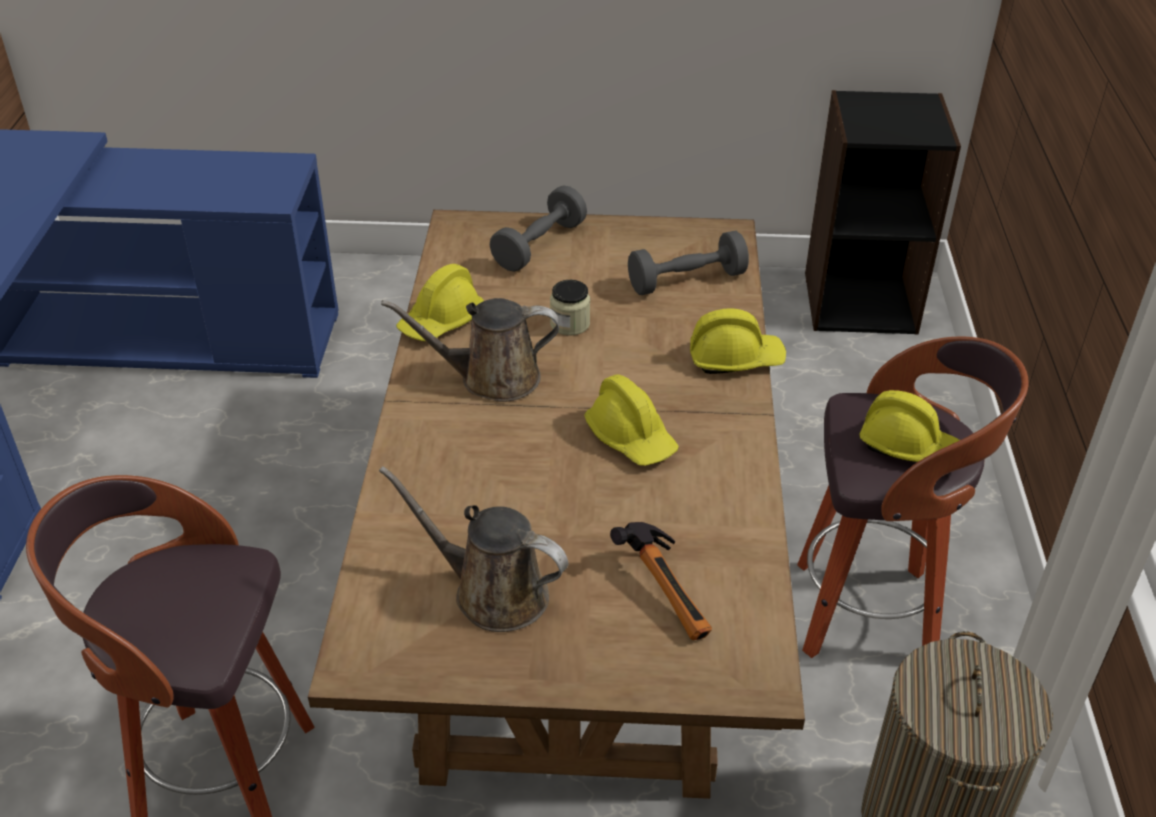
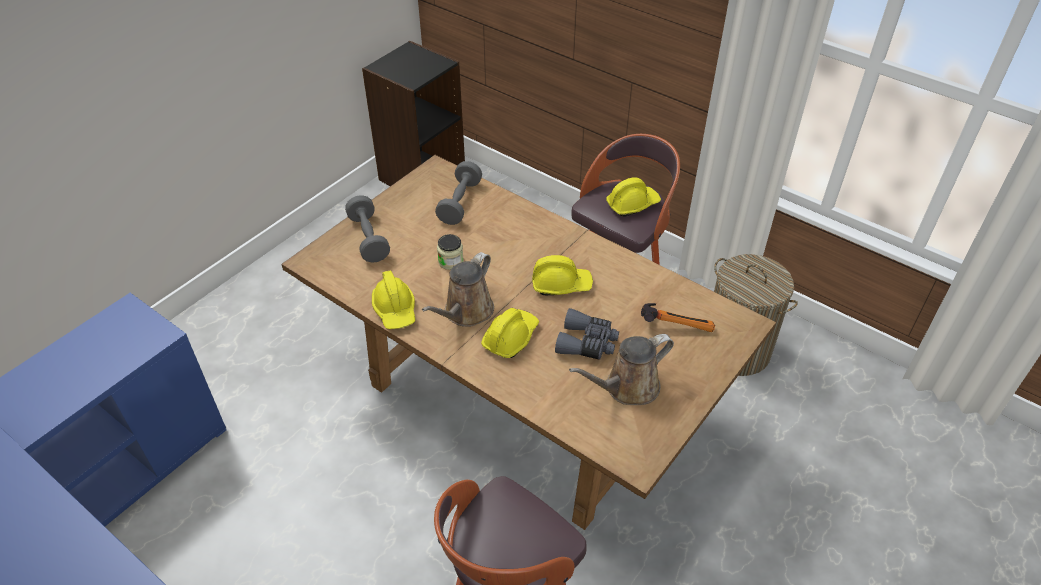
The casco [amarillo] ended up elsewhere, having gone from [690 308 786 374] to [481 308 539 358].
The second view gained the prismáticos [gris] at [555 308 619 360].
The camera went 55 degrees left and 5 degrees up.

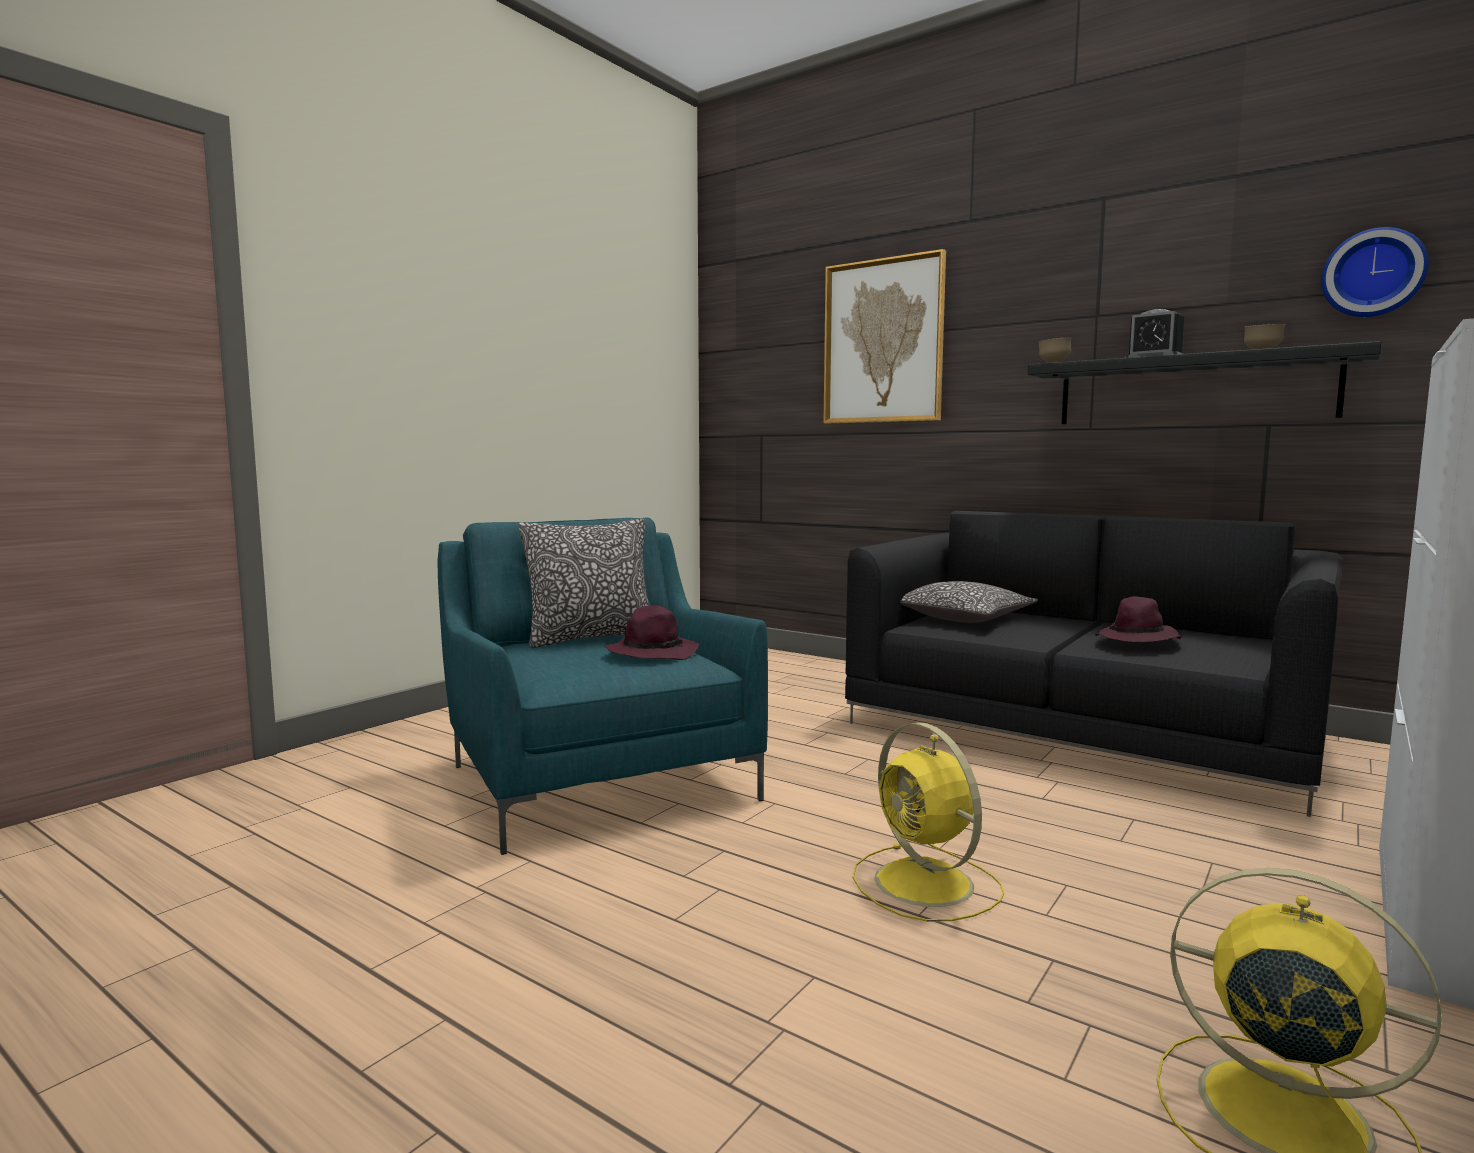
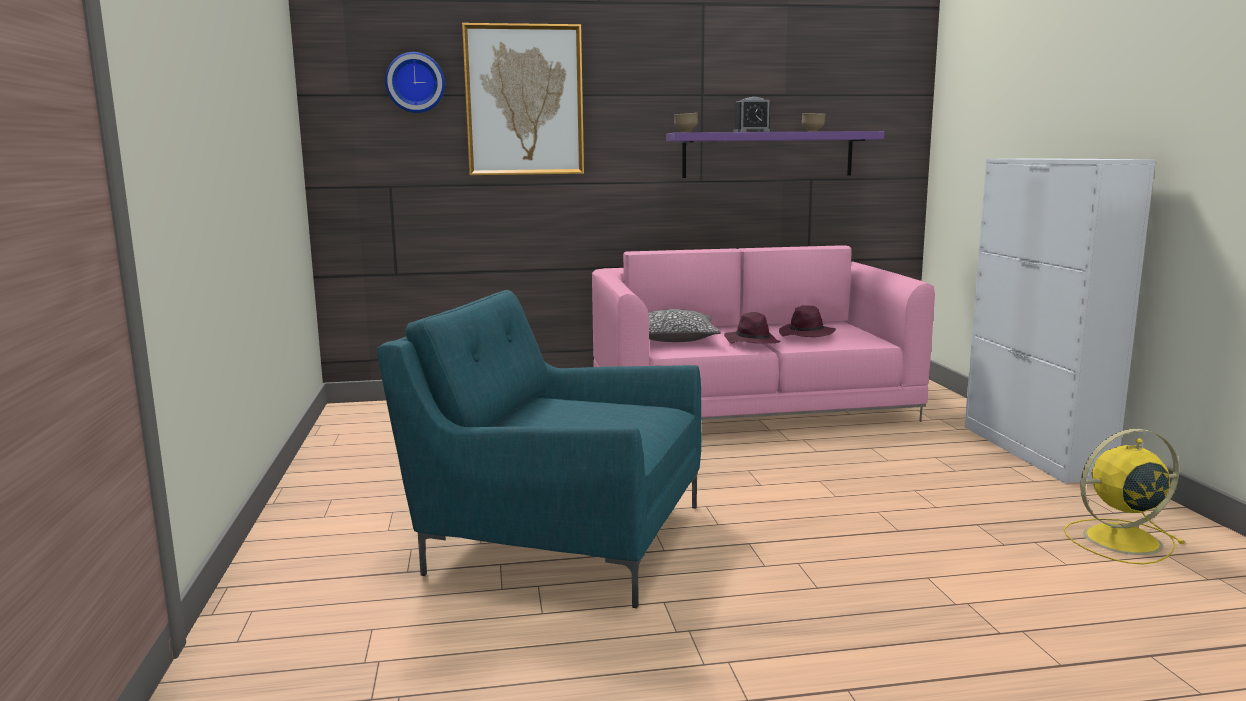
The reloj de pared ended up elsewhere, having gone from [1321 227 1429 317] to [385 52 445 113].
What was the estante [negro] at [1028 341 1381 424] turned into the estante [morado] at [666 131 884 178].
What was the sofá [negro] at [845 511 1343 817] turned into the sofá [rosa] at [592 245 935 422].
The second view lost the cojín at [519 518 651 648].
The sombrero [morado] ended up elsewhere, having gone from [604 605 699 660] to [724 312 781 343].
The second view lost the ventilador [amarillo] at [853 722 1004 922].
The camera went 45 degrees left and 5 degrees up.

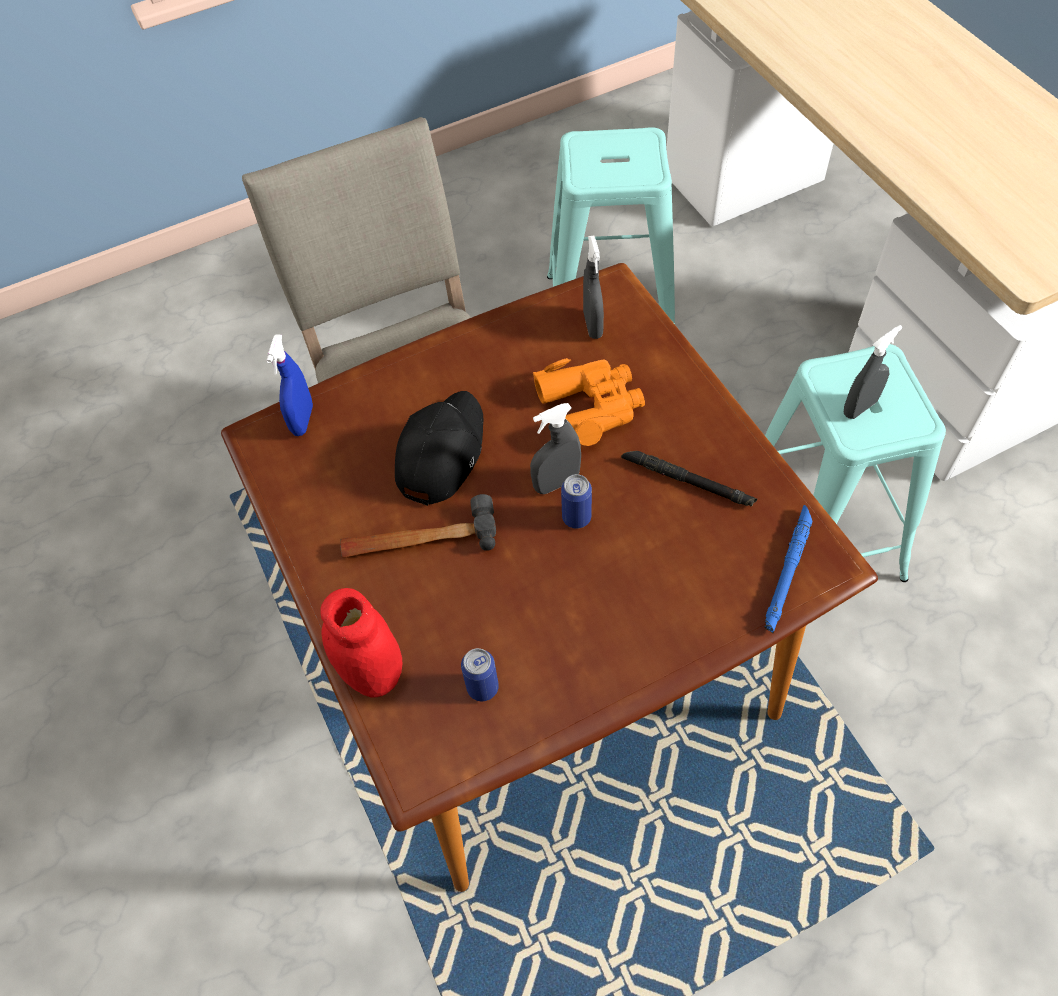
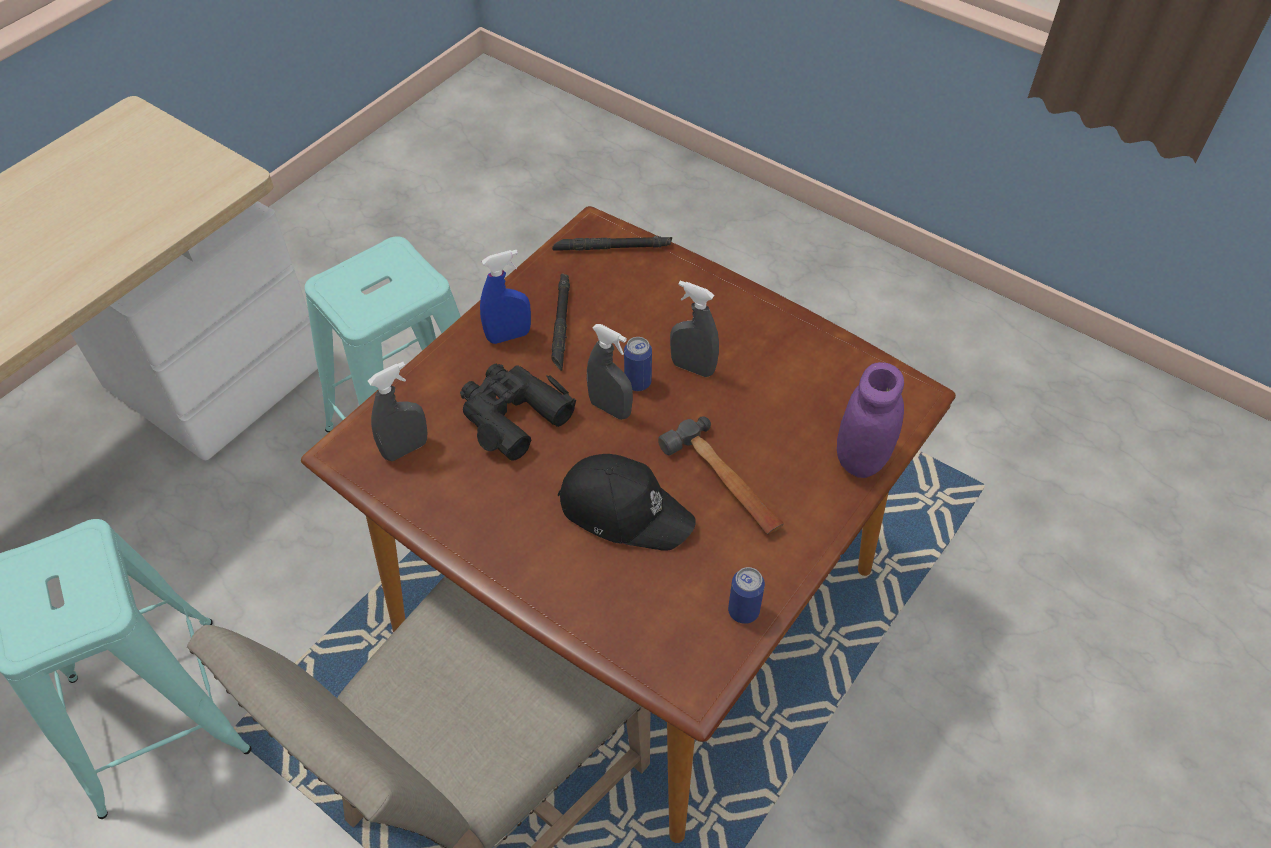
The pulverizador [gris] ended up elsewhere, having gone from [844 325 902 419] to [670 280 719 377].
The pulverizador [azul] ended up elsewhere, having gone from [266 334 313 436] to [480 250 531 344].
What was the prismáticos [naranja] at [533 358 645 446] turned into the prismáticos [negro] at [460 364 576 461].
The gorra [negro] at [395 391 483 506] ended up facing another way, 150 degrees counterclockwise from before.
What was the linterna [azul] at [764 505 812 633] turned into the linterna [negro] at [552 236 672 251].
What was the tarro [rojo] at [320 588 402 698] turned into the tarro [morado] at [837 362 904 478].
The lata ended up elsewhere, having gone from [461 648 499 701] to [728 567 765 624].
The camera went 120 degrees left and 5 degrees down.

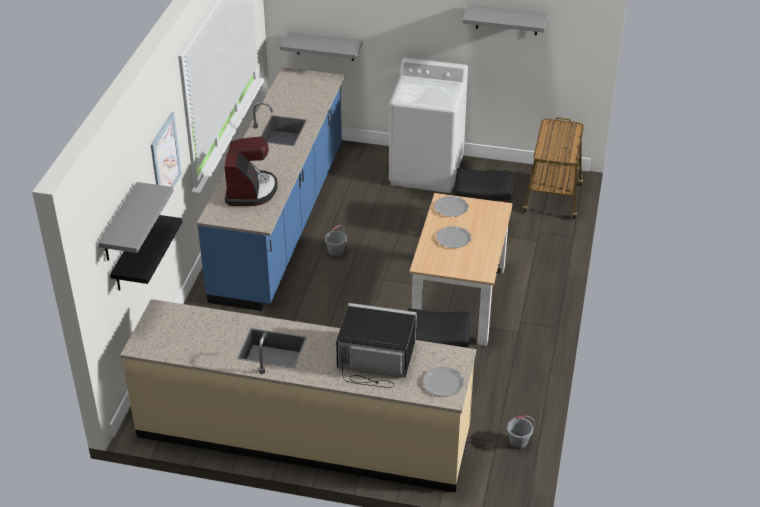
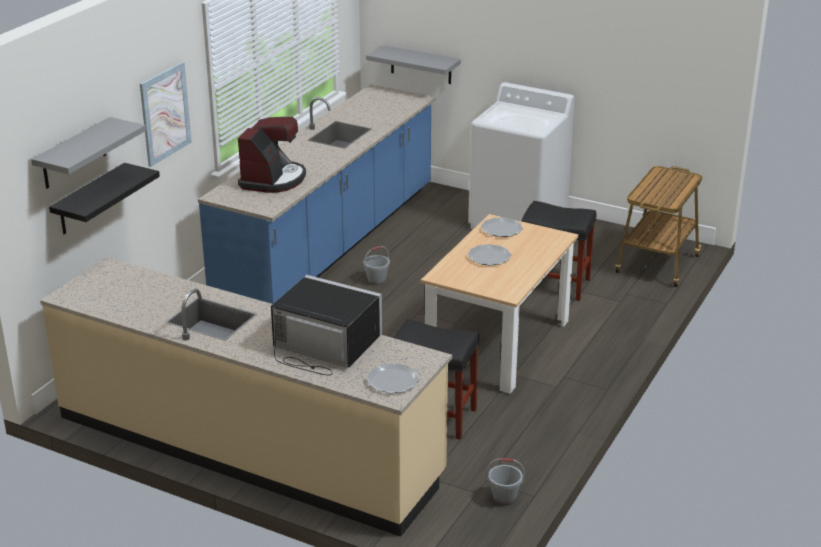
The second view lost the estante [gris] at [462 5 549 35].
The camera went 15 degrees right and 10 degrees down.

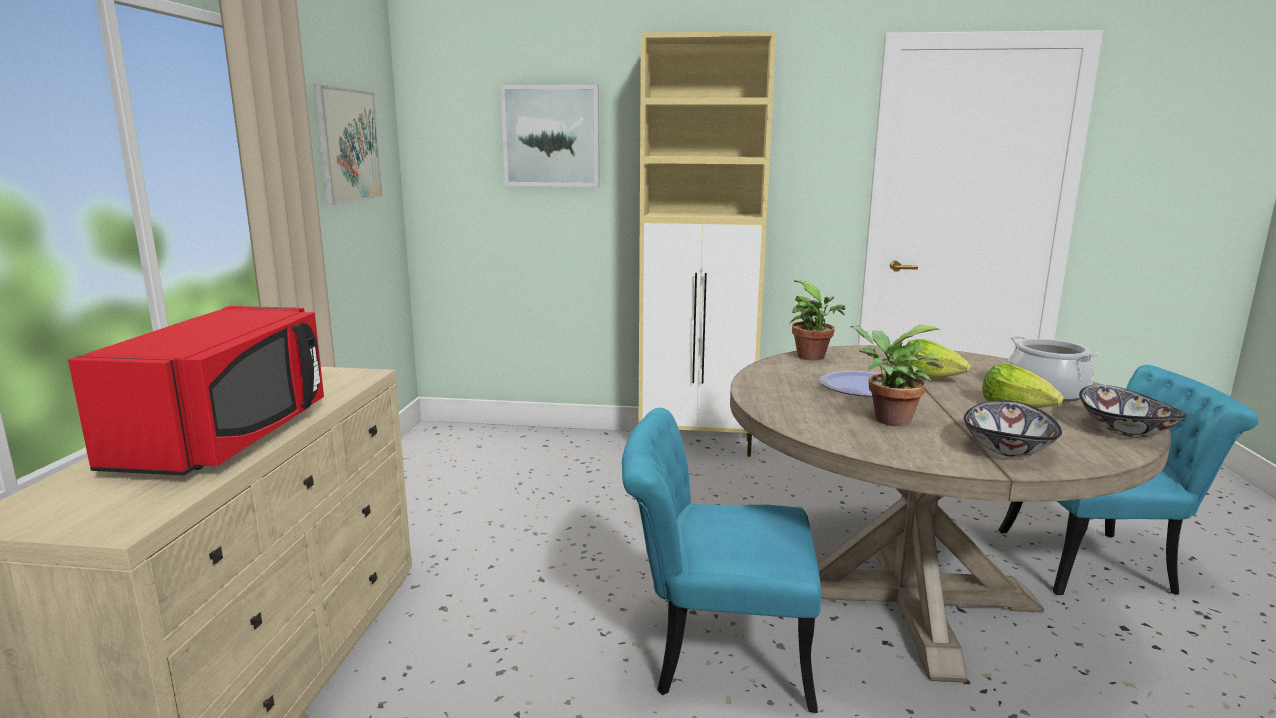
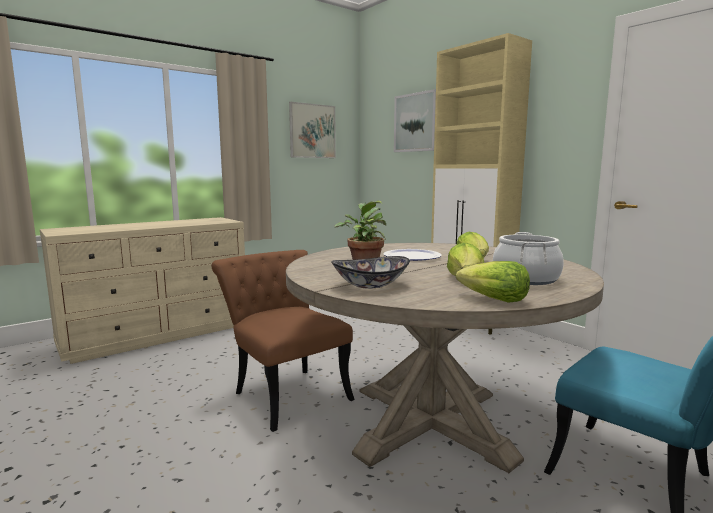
The second view lost the planta en maceta at [789 280 846 360].
The second view lost the microondas [rojo] at [68 306 324 475].
Where the cuenco stood at [1079 385 1187 438], the lechuga came to stand at [456 261 530 303].
What was the silla [turquesa] at [622 408 821 713] turned into the silla [marrón] at [211 250 355 432].
The camera went 45 degrees right and 5 degrees down.

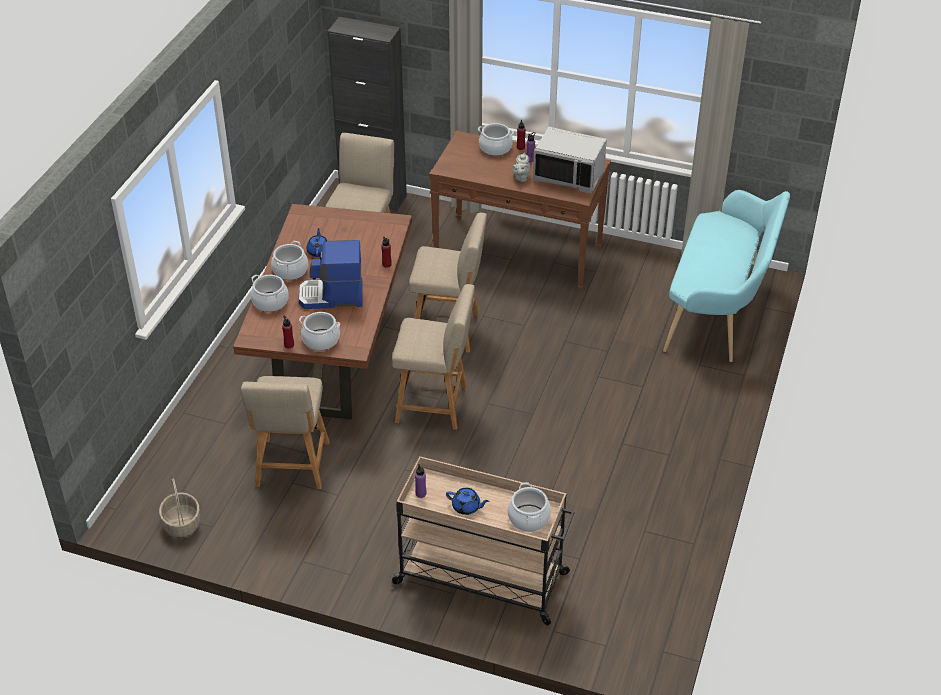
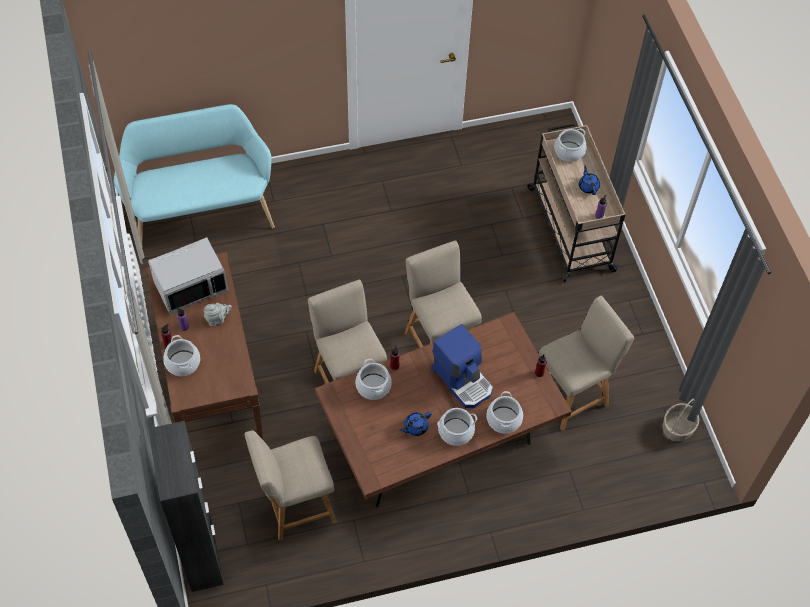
The microondas [gris] at [533 126 607 193] ended up facing another way, 75 degrees clockwise from before.
The olla ended up elsewhere, having gone from [299 312 340 350] to [356 359 392 400].
The camera went 125 degrees left and 15 degrees up.

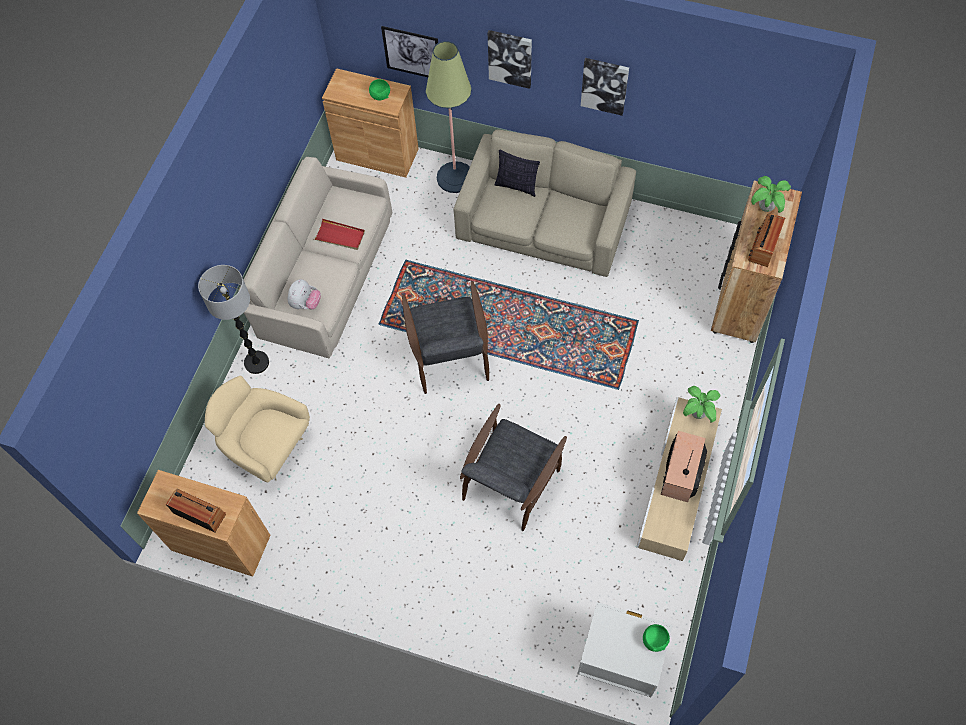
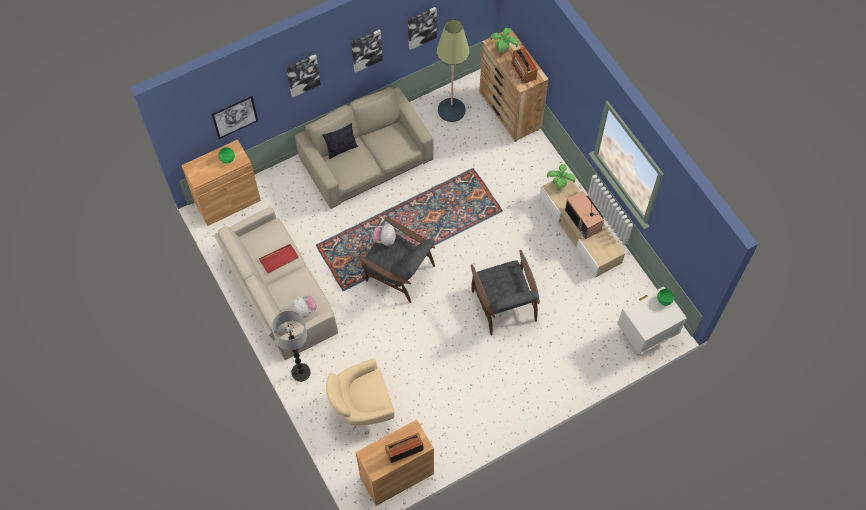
The lámpara de pie ended up elsewhere, having gone from [426 41 472 193] to [436 19 470 122].
The second view gained the cuadro at [408 7 437 50].
The second view gained the peluche at [373 224 396 246].
The camera went 50 degrees left and 0 degrees up.

